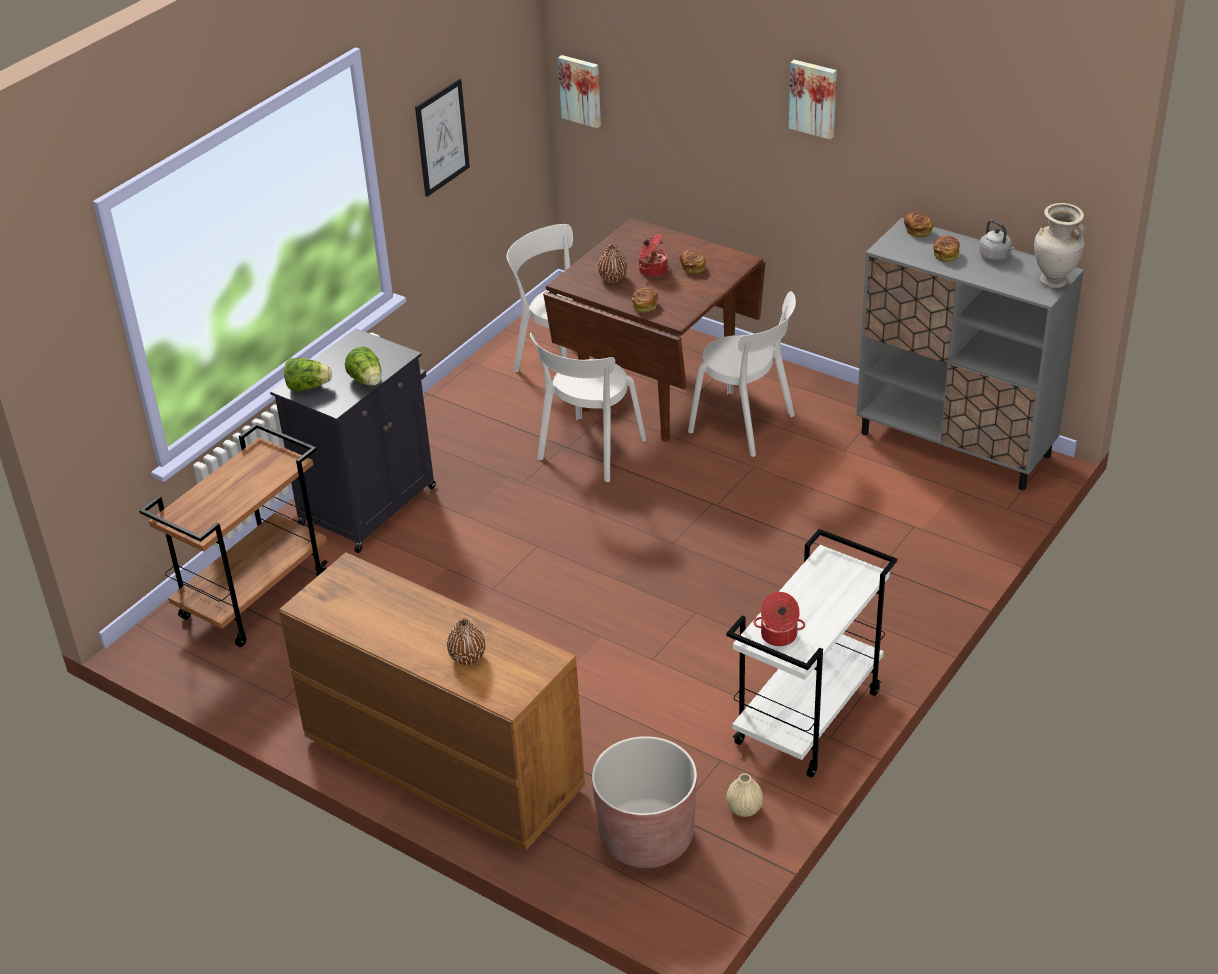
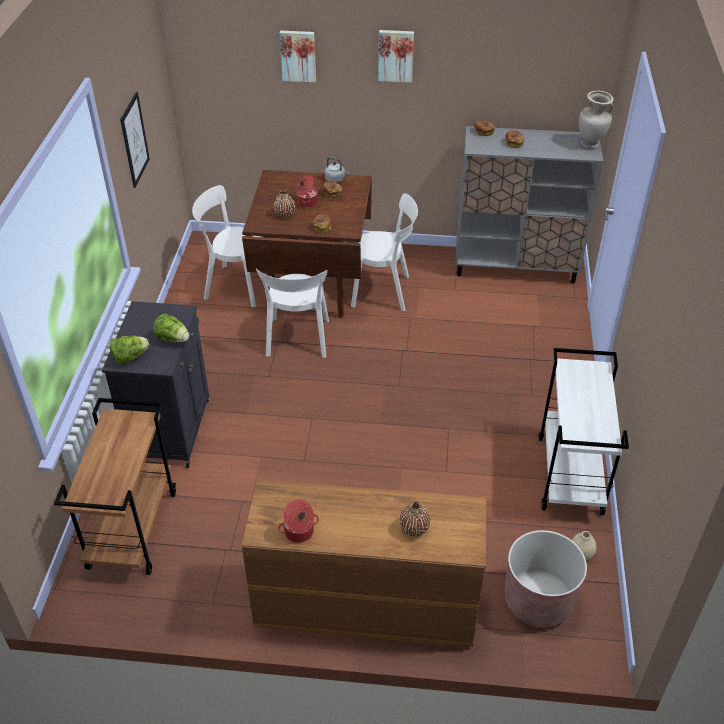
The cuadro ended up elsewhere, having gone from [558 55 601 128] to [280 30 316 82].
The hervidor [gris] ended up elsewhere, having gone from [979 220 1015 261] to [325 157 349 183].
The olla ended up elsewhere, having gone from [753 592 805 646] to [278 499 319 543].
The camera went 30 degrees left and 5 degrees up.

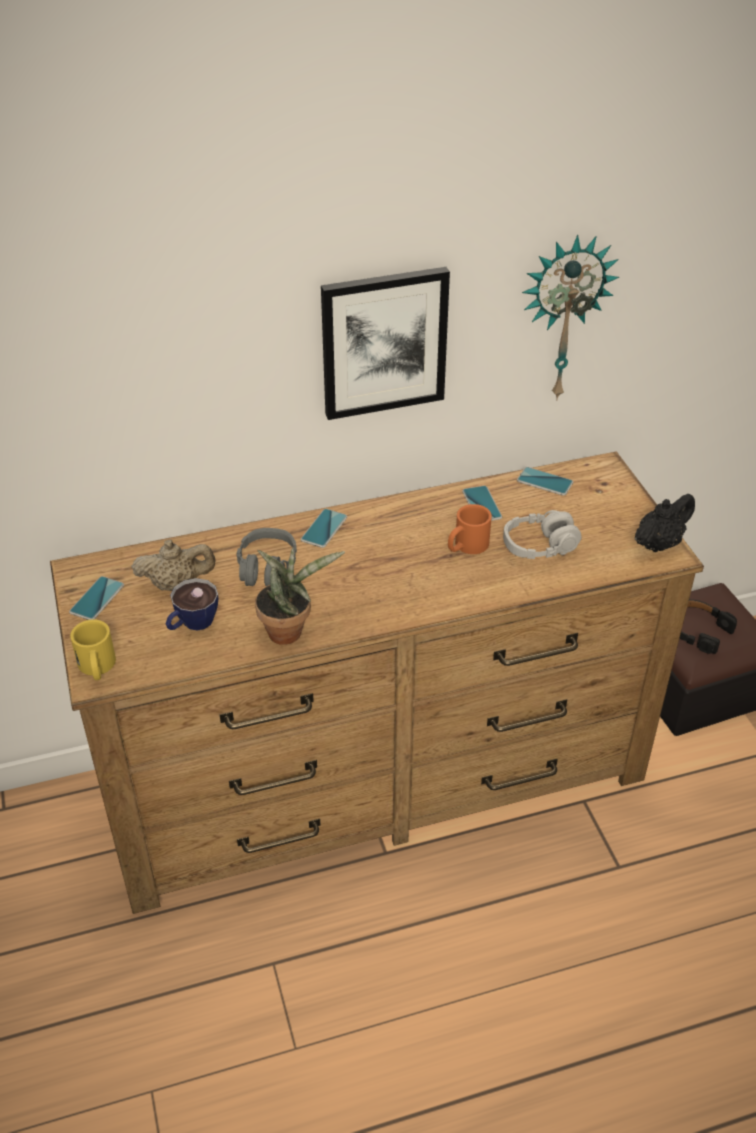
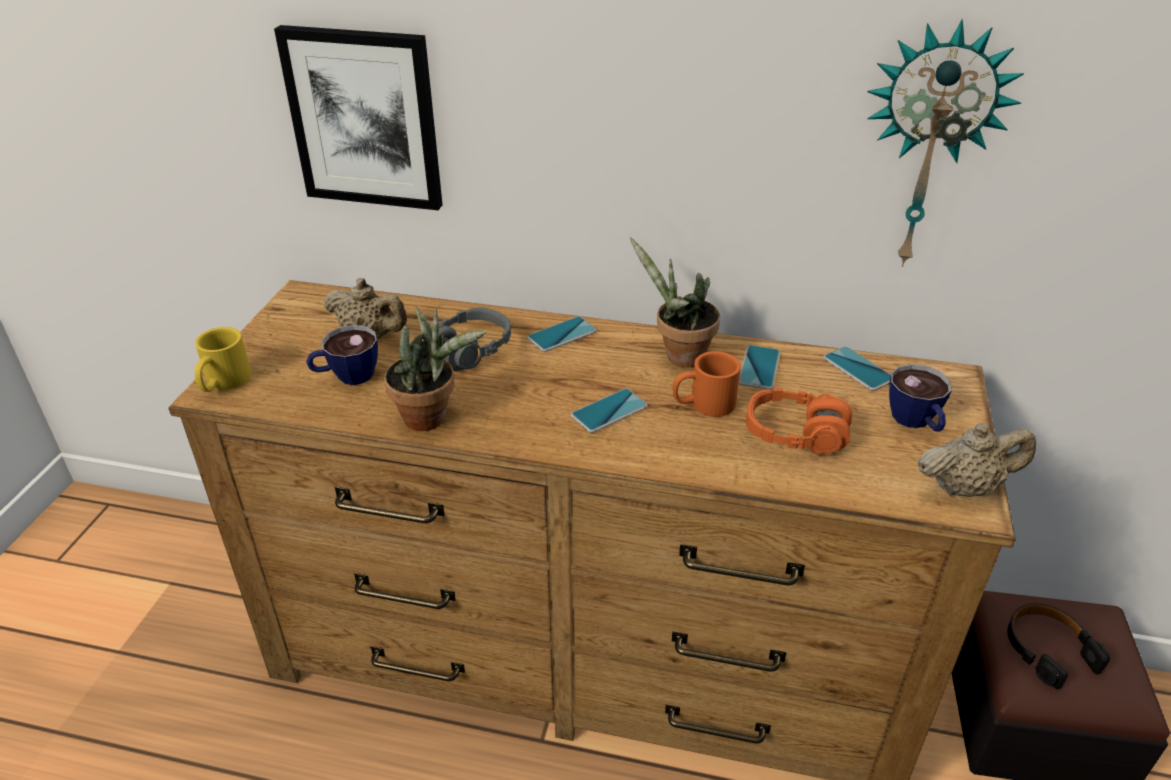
The cuadro ended up elsewhere, having gone from [321 267 450 420] to [274 25 443 210].
What was the tetera [negro] at [634 494 695 553] turned into the tetera [beis] at [918 423 1036 497].
What was the auriculares [gris] at [503 510 581 559] turned into the auriculares [naranja] at [746 388 852 455].
The móvil ended up elsewhere, having gone from [69 576 124 620] to [571 388 648 433].
The second view gained the planta en maceta at [630 237 720 367].
The second view gained the taza at [889 364 952 432].
The camera went 30 degrees right and 5 degrees down.

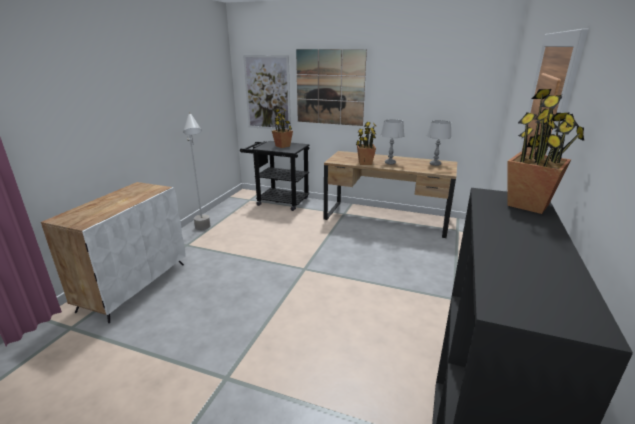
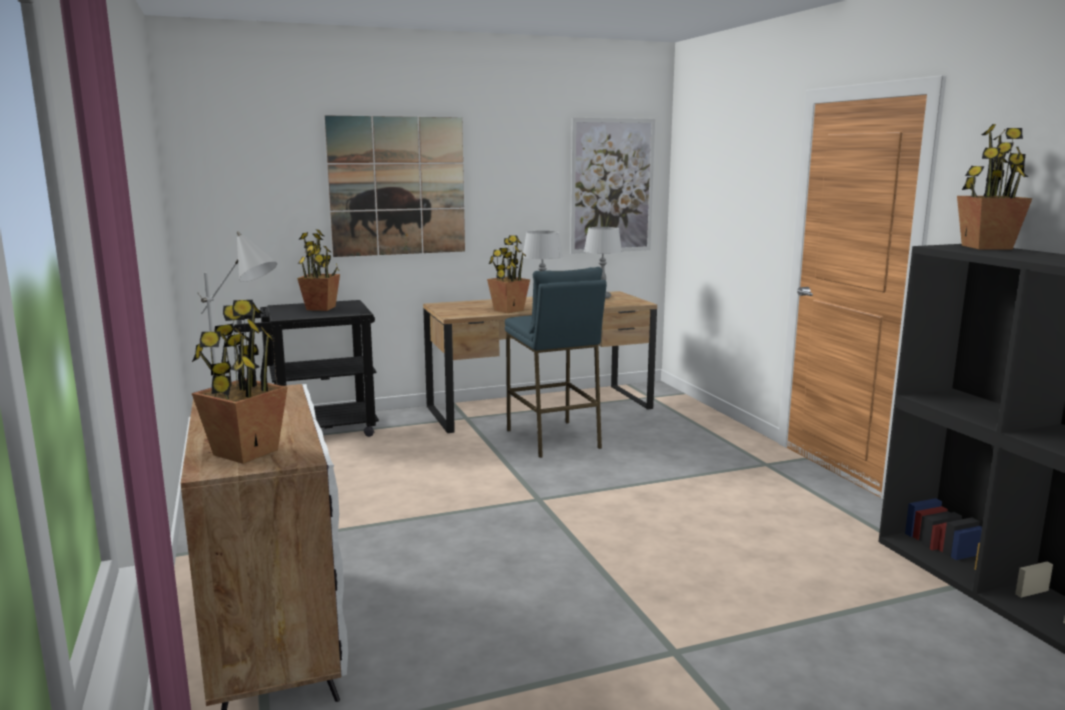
The cuadro ended up elsewhere, having gone from [243 55 291 130] to [570 118 655 254].
The second view gained the taburete [azul] at [505 267 607 458].
The second view gained the planta en maceta at [192 300 288 464].
The camera went 40 degrees left and 10 degrees down.

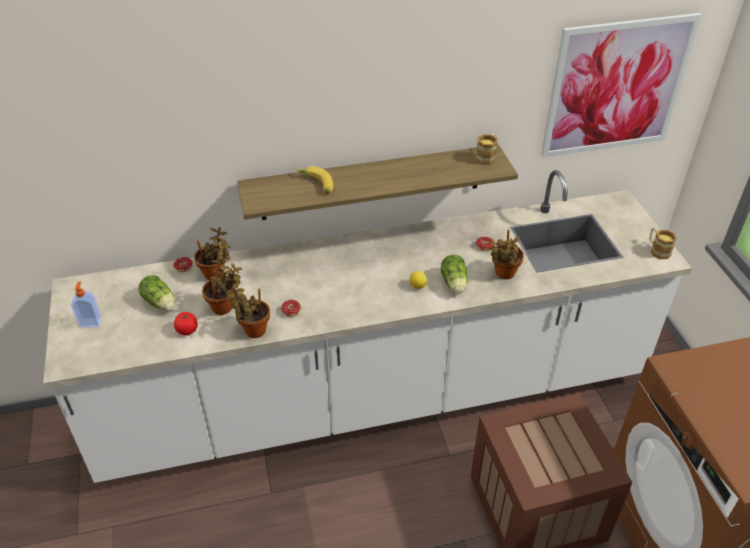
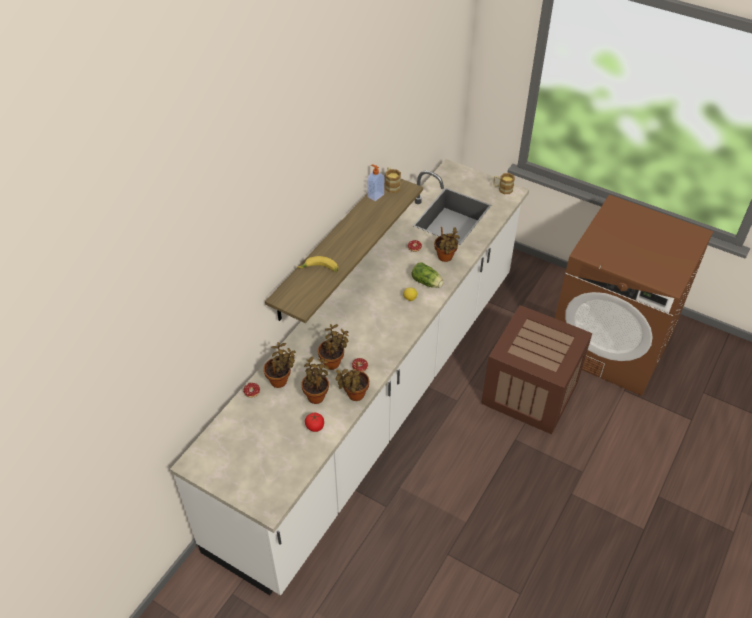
The second view lost the cuadro at [541 13 702 157].
The second view lost the lechuga at [138 275 175 311].
The dispensador de jabón ended up elsewhere, having gone from [71 281 102 328] to [367 165 384 201].
The second view gained the planta en maceta at [318 324 349 370].
The camera went 45 degrees left and 5 degrees up.

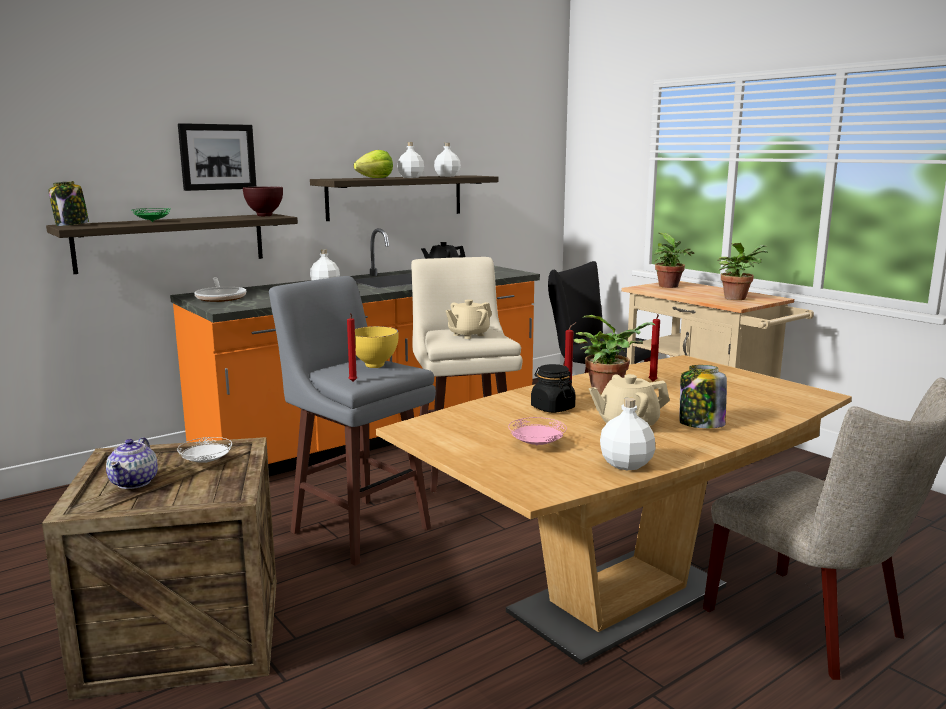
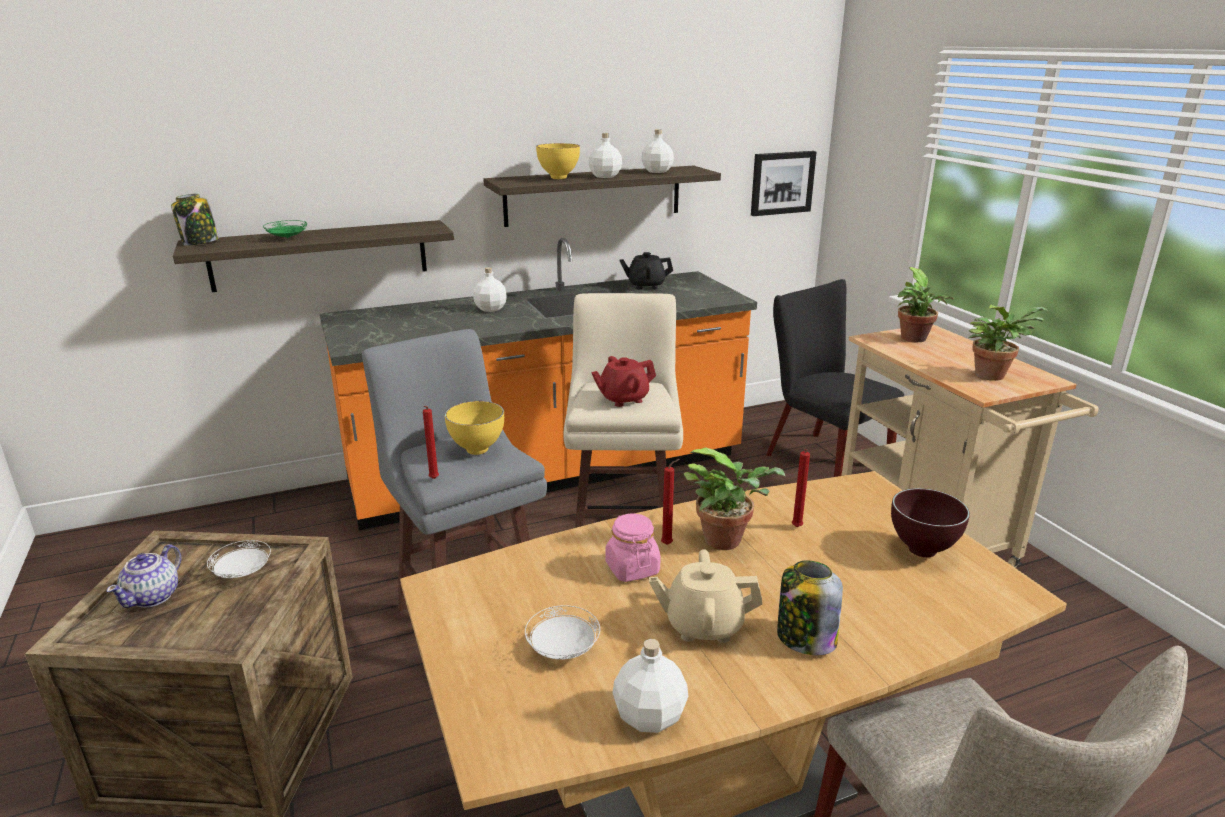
The cuadro ended up elsewhere, having gone from [178 123 257 191] to [751 151 817 216].
Where the lechuga stood at [354 150 393 178], the cuenco [amarillo] came to stand at [536 143 580 179].
The cuenco [marrón] ended up elsewhere, having gone from [243 186 283 216] to [891 488 970 557].
The second view lost the sartén at [194 277 246 302].
What was the tetera [beis] at [446 299 492 339] turned into the tetera [rojo] at [591 356 656 407].
What was the tarro [negro] at [531 364 576 413] turned into the tarro [rosa] at [605 513 660 582].
What was the plato [rosa] at [508 417 567 445] turned into the plato [blanco] at [525 605 600 660].
The camera went 15 degrees right and 10 degrees up.

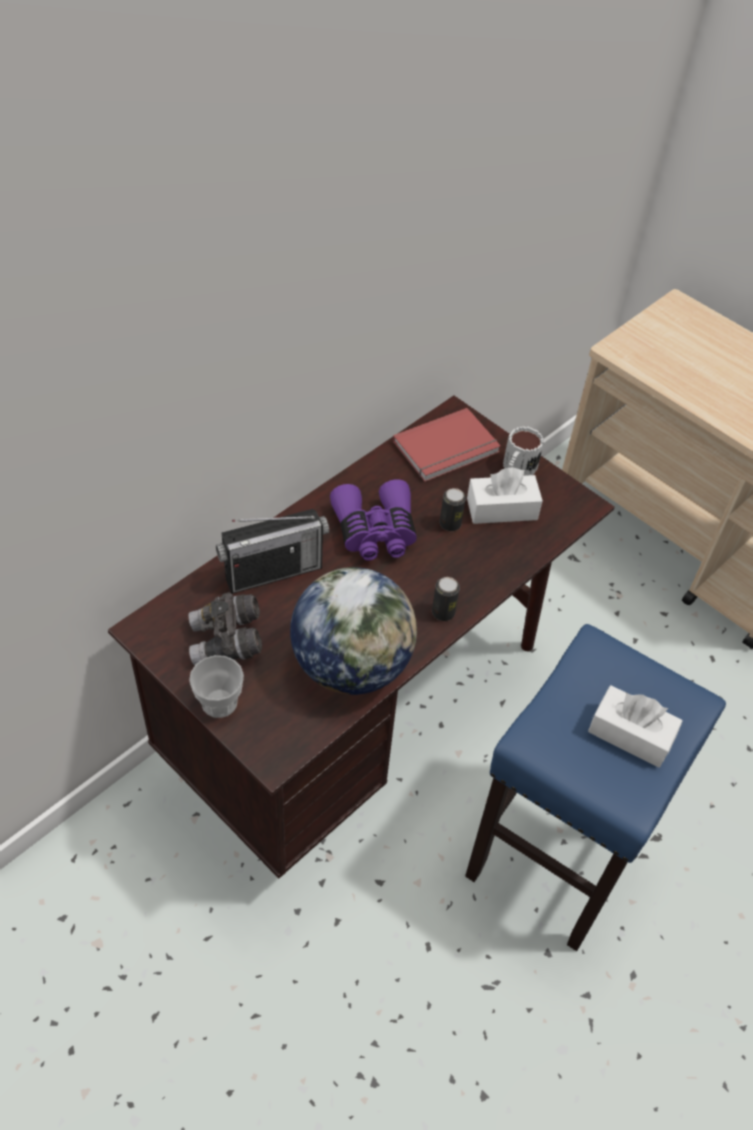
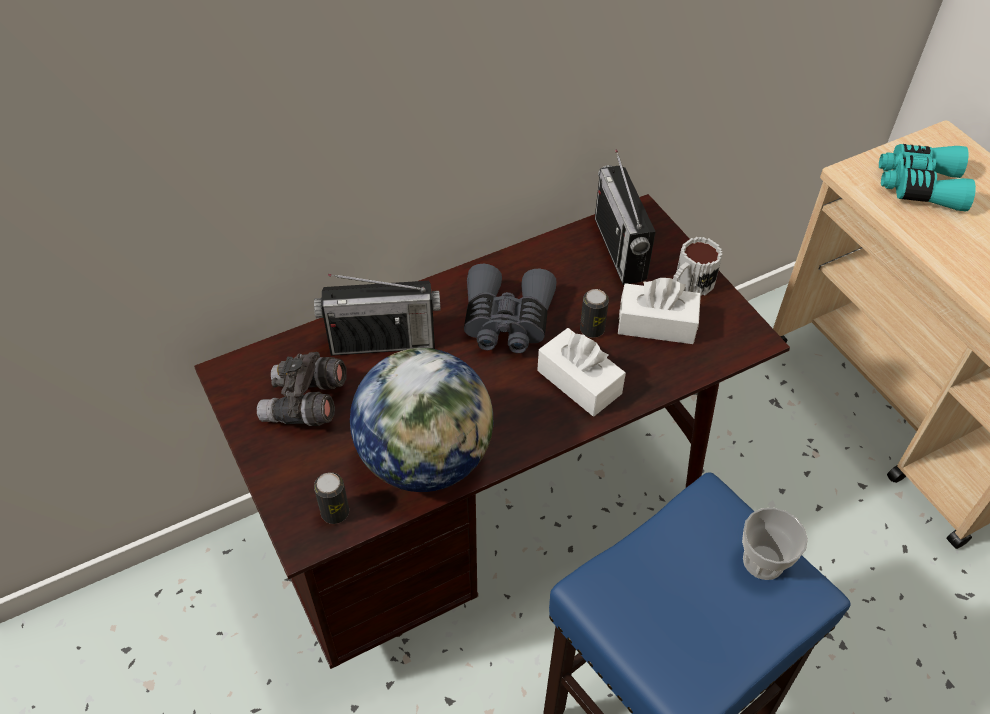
Where the libro [rojo] stood at [393 408 501 482], the radio came to stand at [595 149 656 285].
What was the prismáticos [morado] at [330 479 417 561] turned into the prismáticos [gris] at [464 263 557 353].
The lata ended up elsewhere, having gone from [432 577 460 621] to [314 472 349 524].
The taza ended up elsewhere, having gone from [189 655 244 718] to [742 508 808 580].
The caja de pañuelos [blanco] ended up elsewhere, having gone from [588 685 682 767] to [537 328 626 416].
The second view gained the prismáticos [turquesa] at [879 144 976 212].
The camera went 20 degrees right and 0 degrees up.

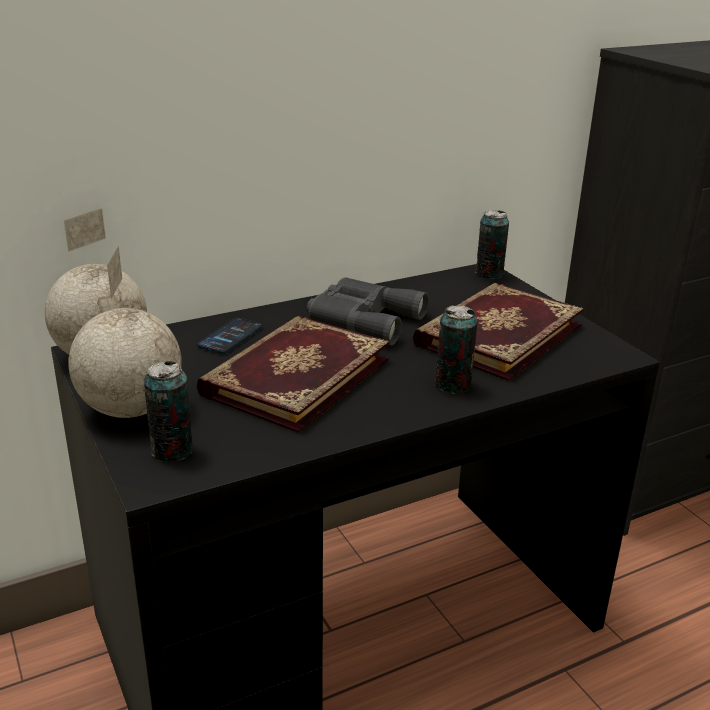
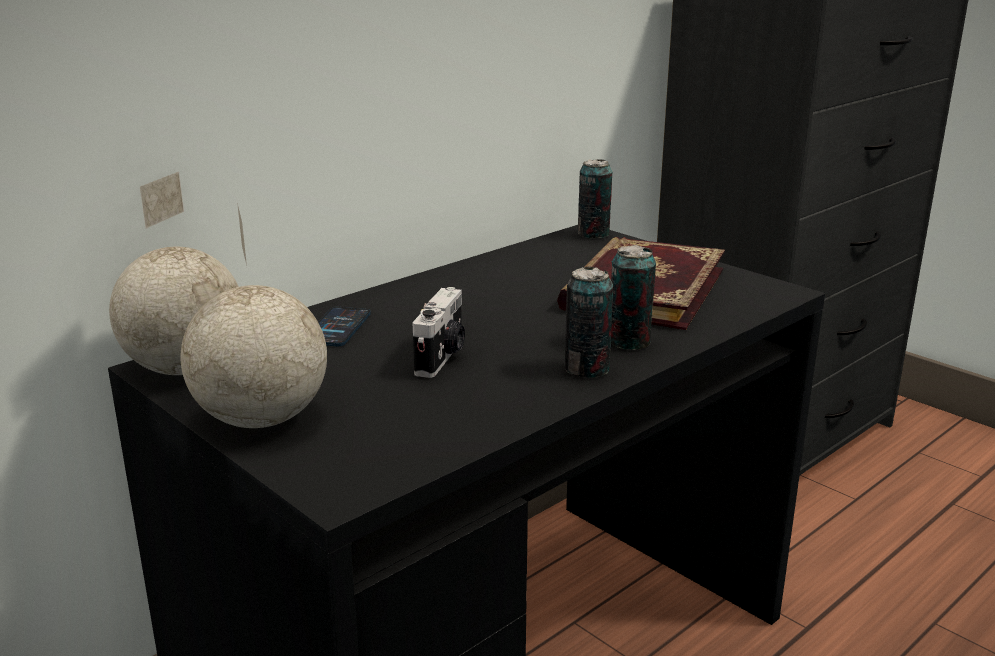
The second view lost the prismáticos [gris] at [307 277 429 345].
Where the libro stood at [196 316 389 433], the cámara came to stand at [413 287 465 378].
The lata ended up elsewhere, having gone from [144 361 193 462] to [564 266 613 378].
The camera went 15 degrees left and 5 degrees down.

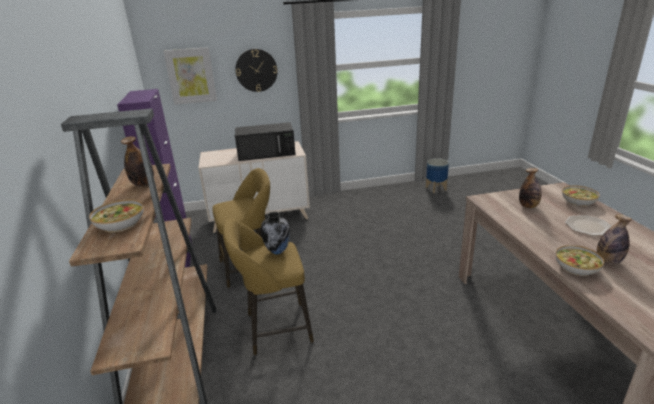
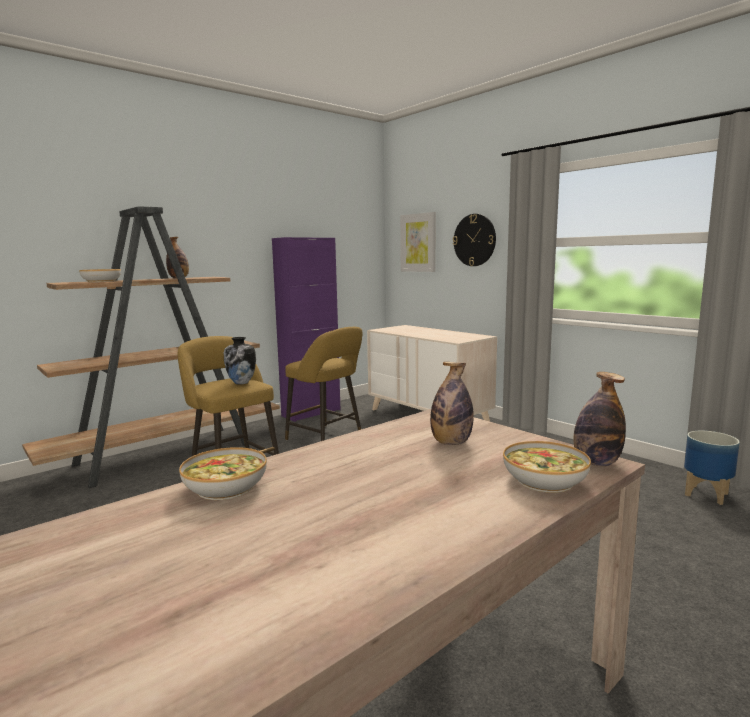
The second view lost the microondas [negro] at [235 122 296 161].
The botella ended up elsewhere, having gone from [597 214 632 264] to [574 372 626 466].
The second view lost the plato at [565 215 612 236].
The camera went 60 degrees right and 15 degrees down.

